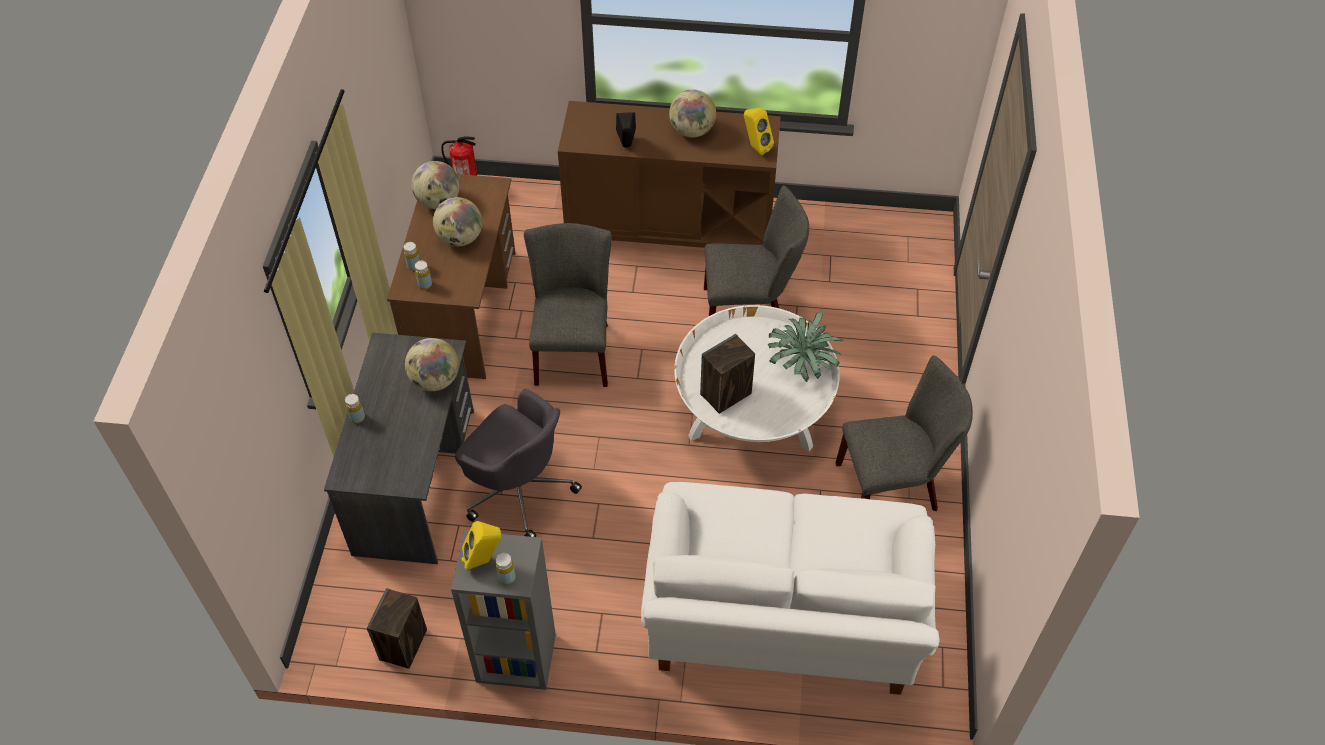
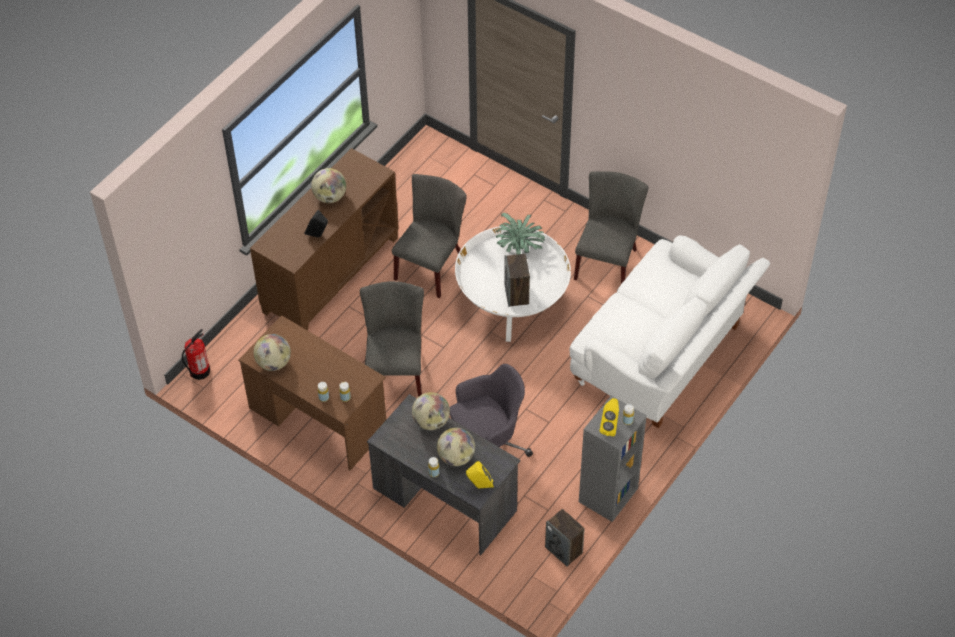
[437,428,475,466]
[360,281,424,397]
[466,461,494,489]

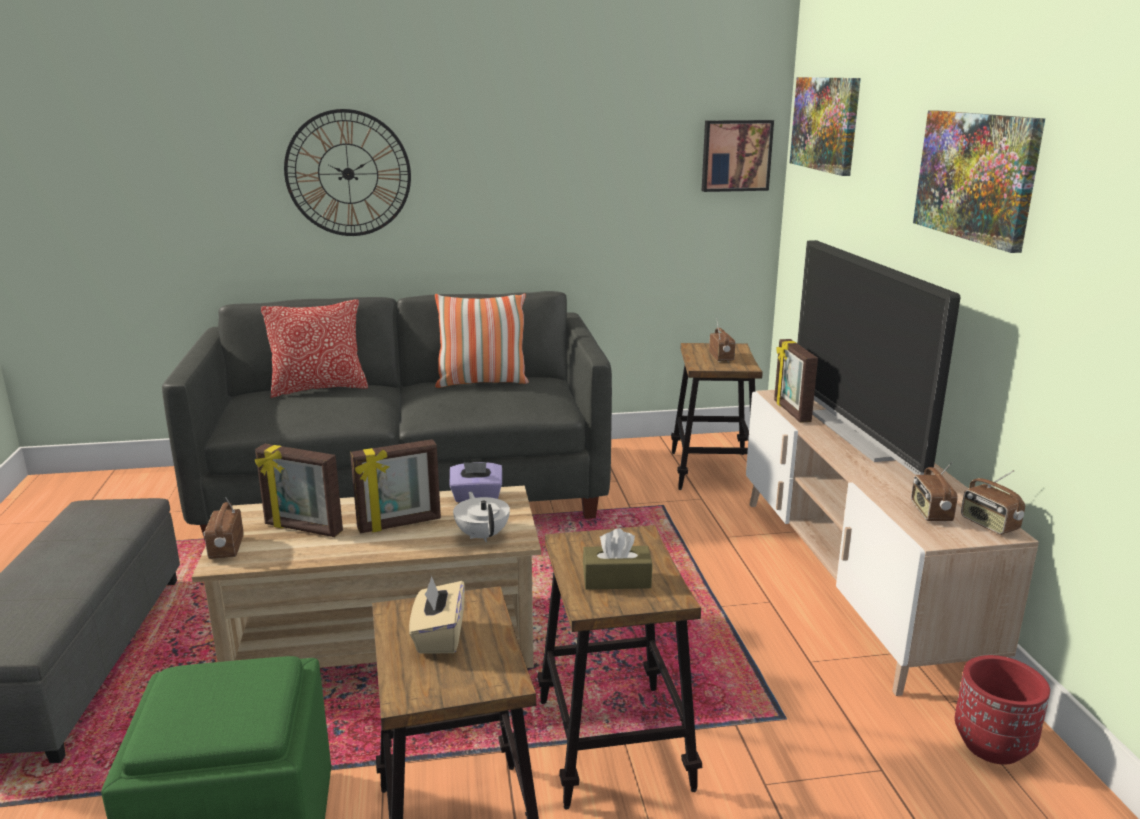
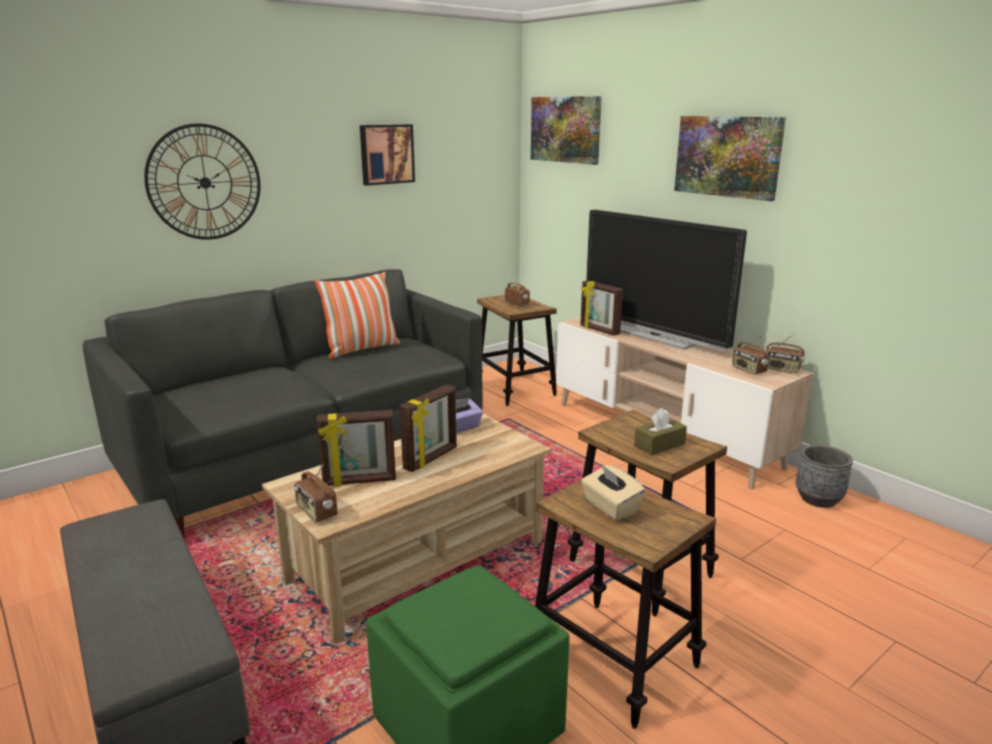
[261,299,368,398] (first image)
[453,492,510,542] (first image)
[360,124,415,186]
[796,445,853,508]

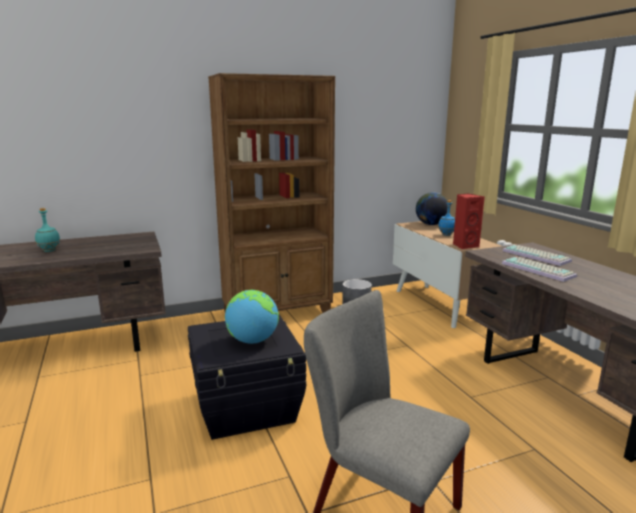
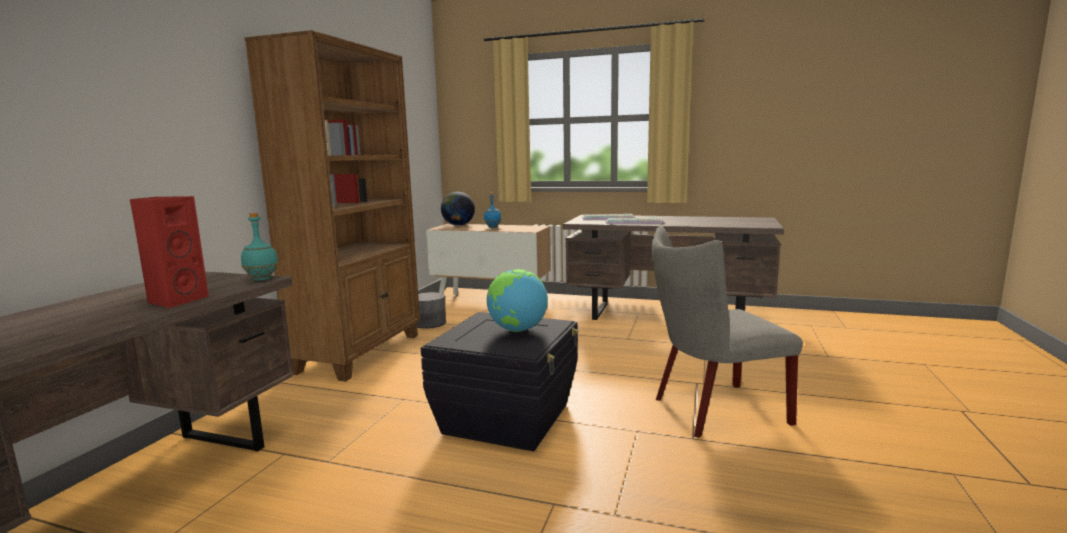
[241,213,279,281]
[130,196,209,308]

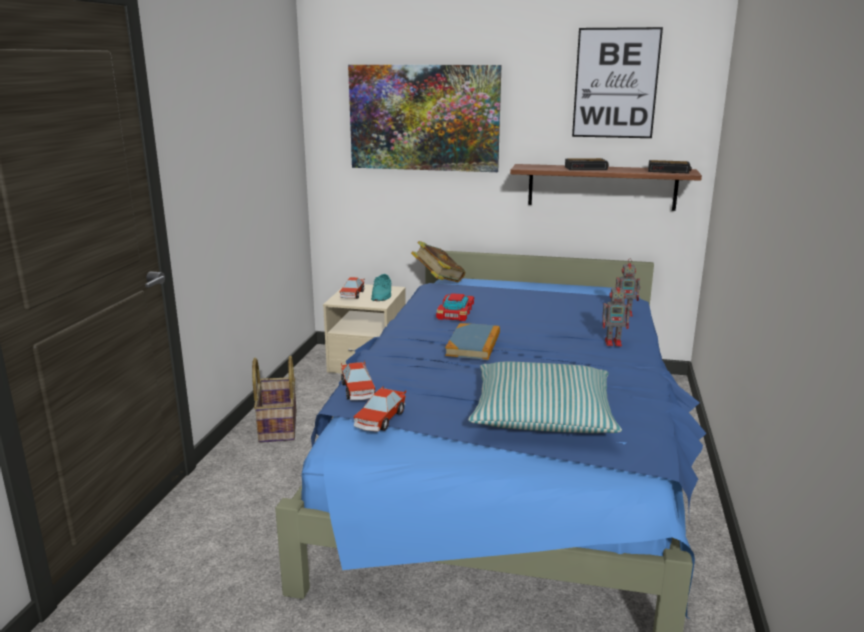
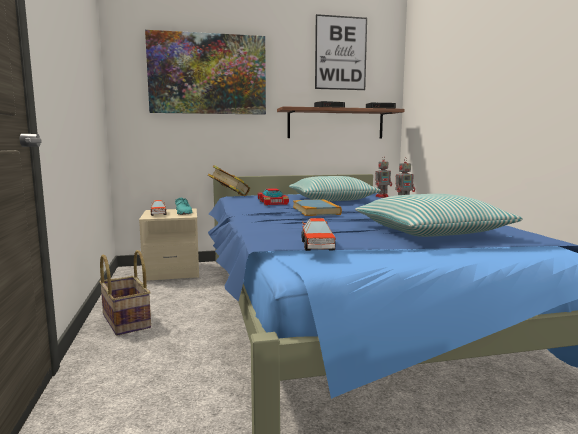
[341,360,375,400] (first image)
[289,176,381,201]

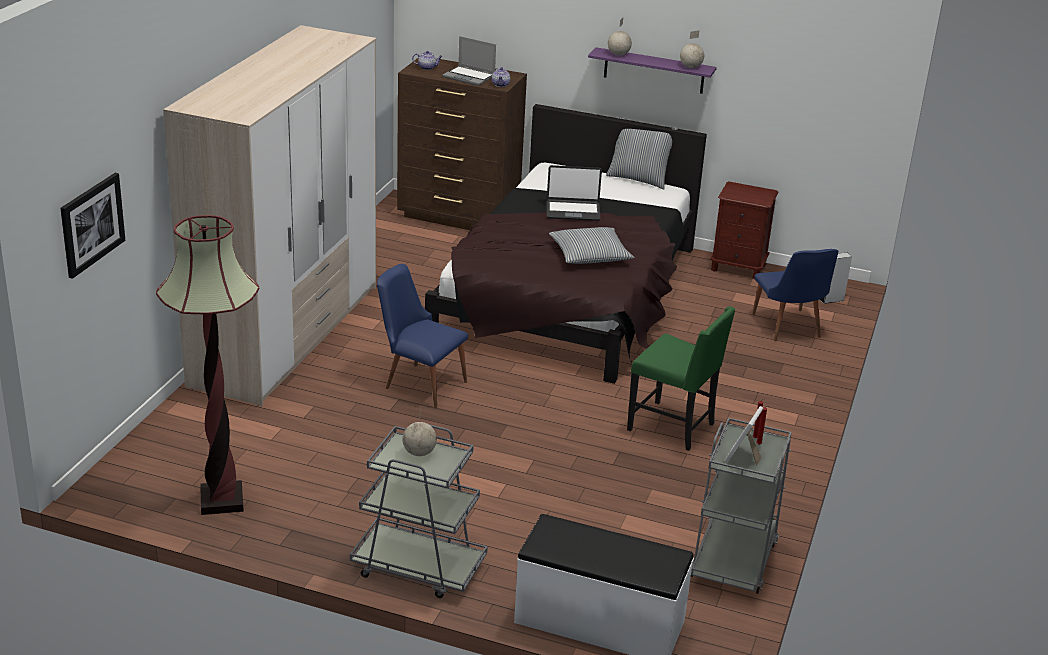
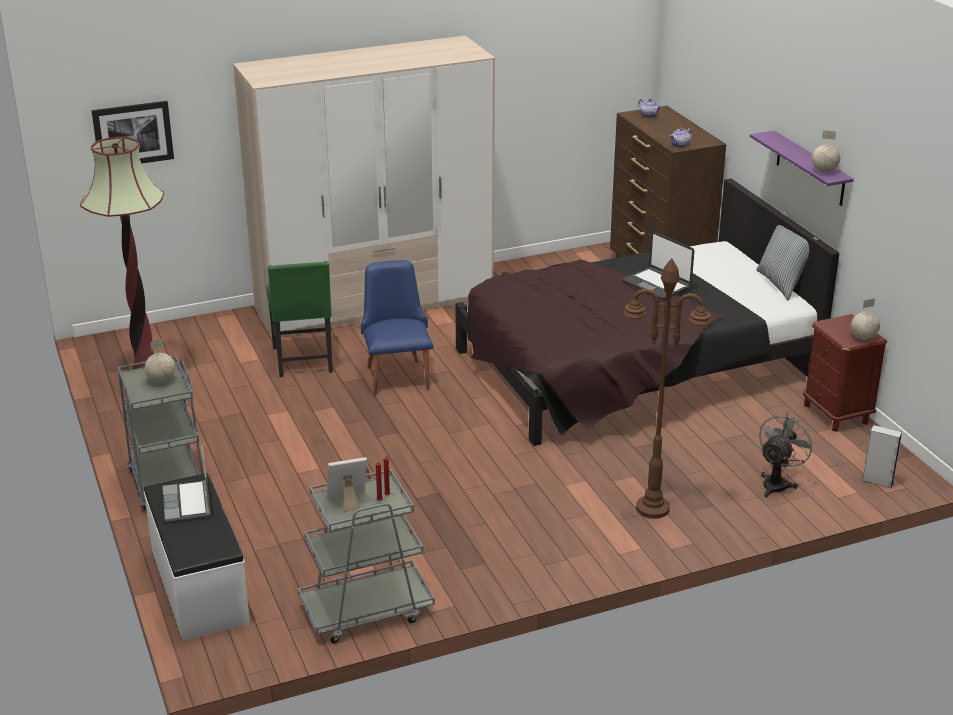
[163,445,211,522]
[549,227,634,264] (first image)
[851,298,880,340]
[266,261,333,377]
[759,411,816,498]
[623,258,711,519]

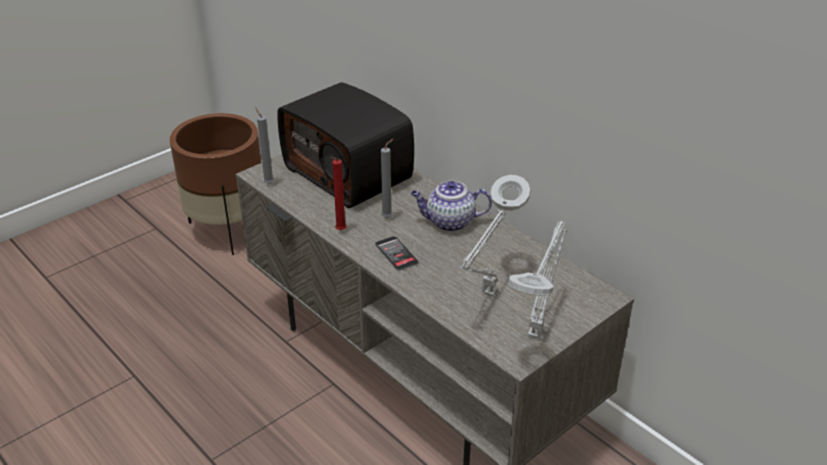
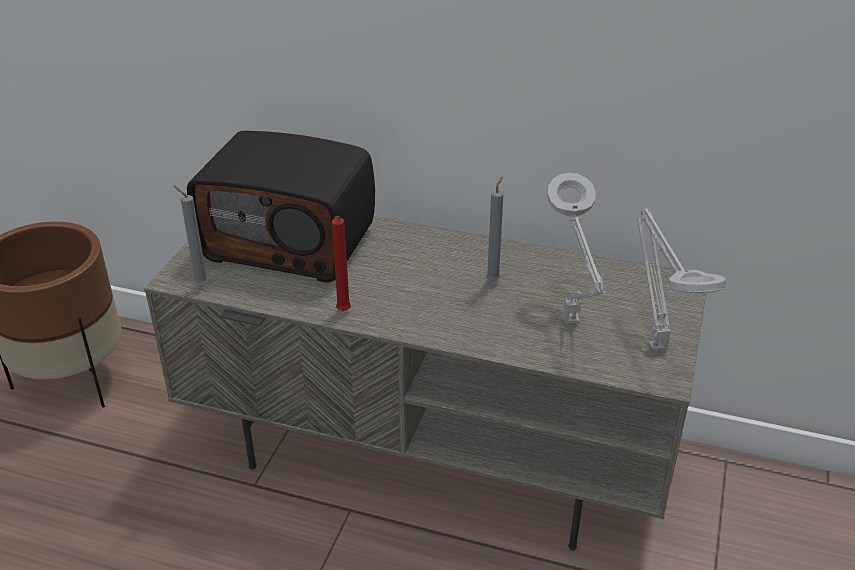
[375,236,419,271] (first image)
[486,177,504,282]
[411,181,492,232] (first image)

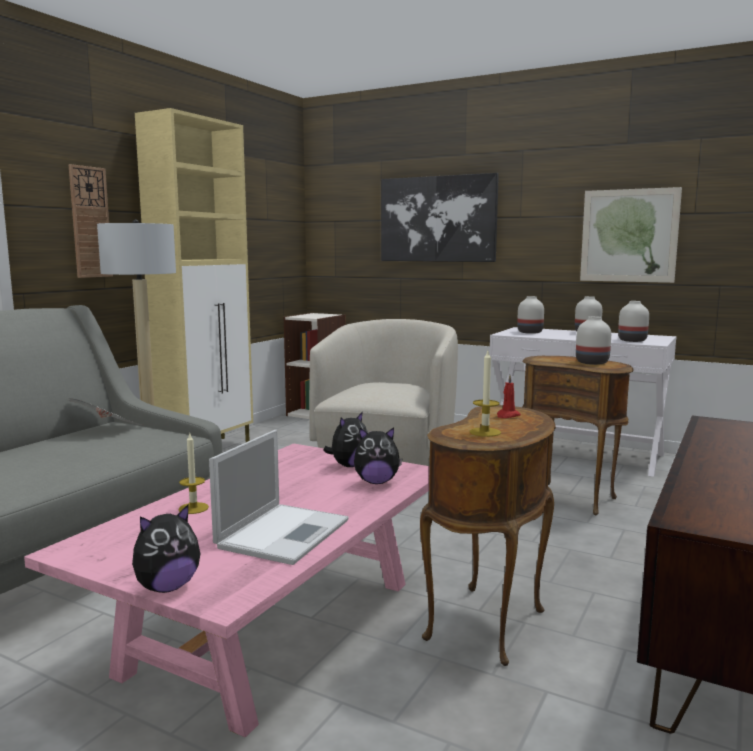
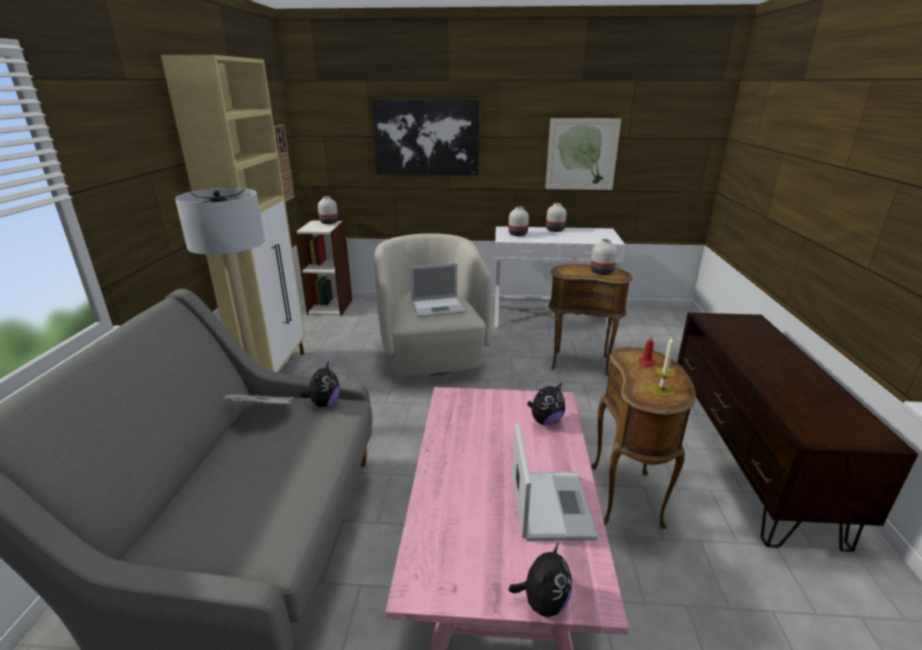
[274,124,294,202]
[178,434,209,514] (first image)
[300,362,340,407]
[318,196,338,224]
[410,263,466,318]

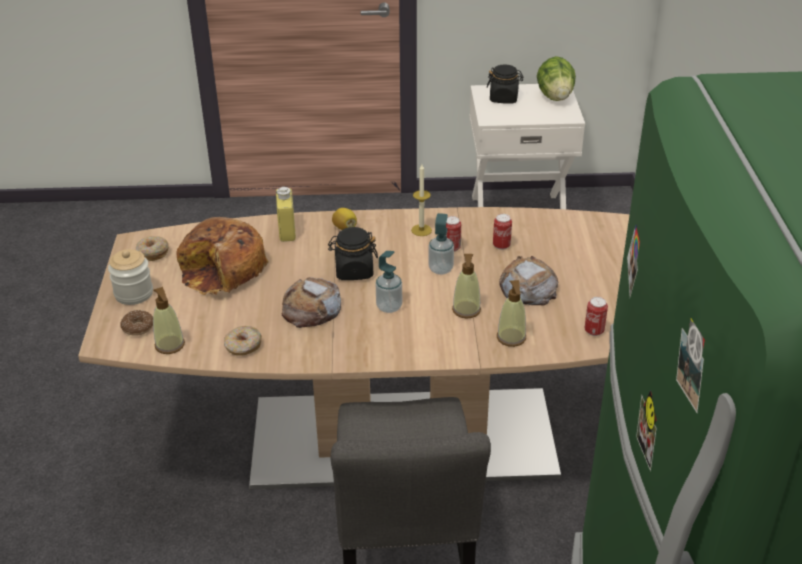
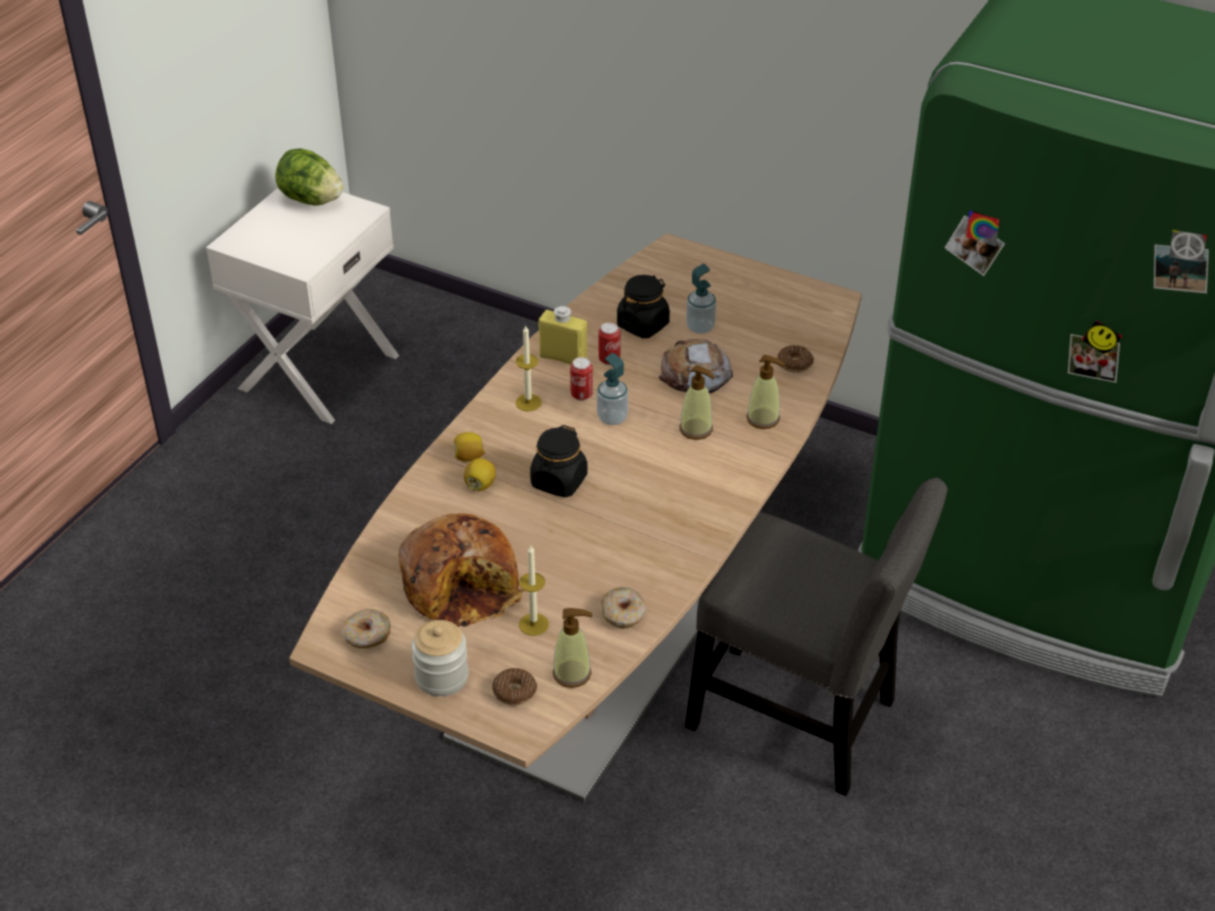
[538,306,587,365]
[282,277,341,328] (first image)
[686,264,716,334]
[617,275,670,338]
[777,345,814,373]
[464,458,496,491]
[519,545,549,636]

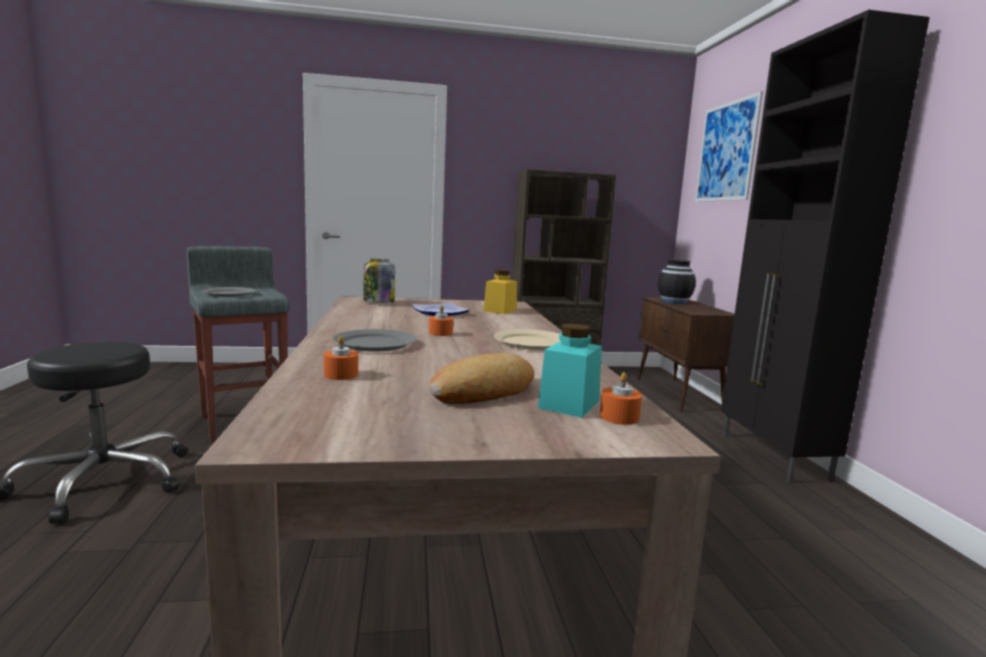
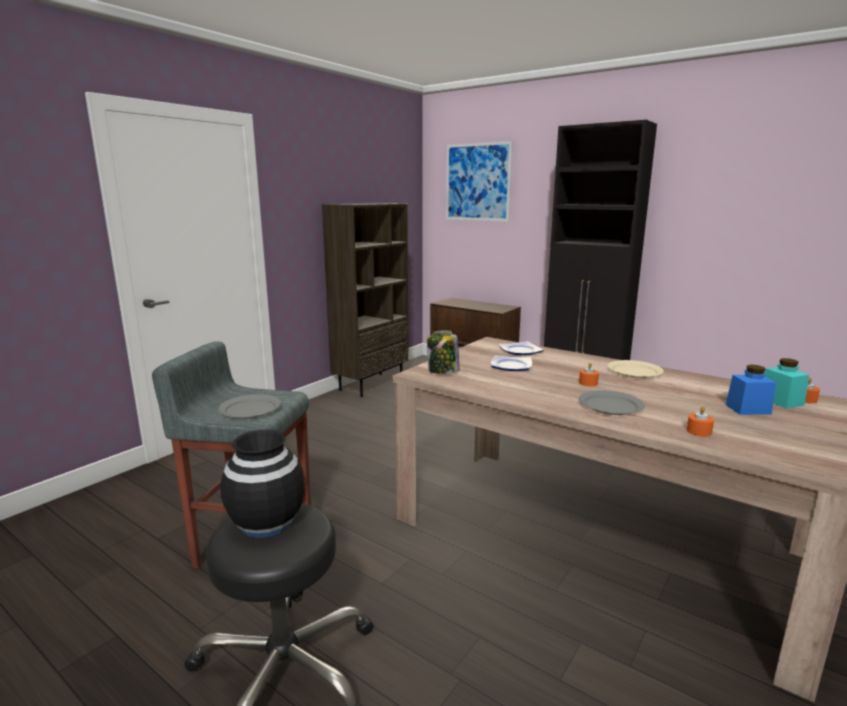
[726,365,776,415]
[498,341,544,355]
[220,429,304,538]

